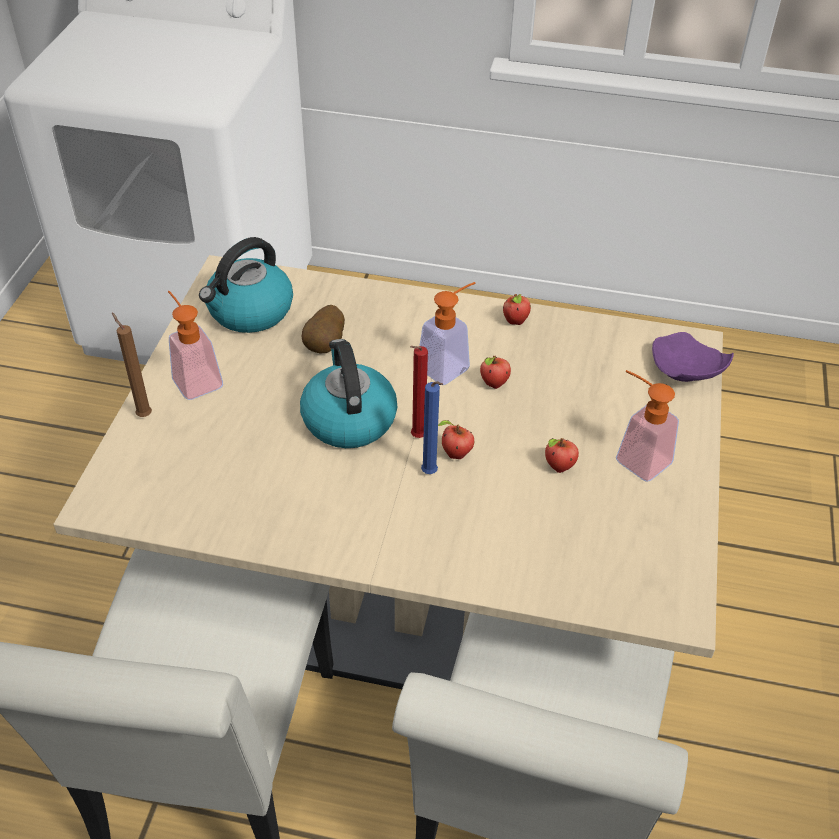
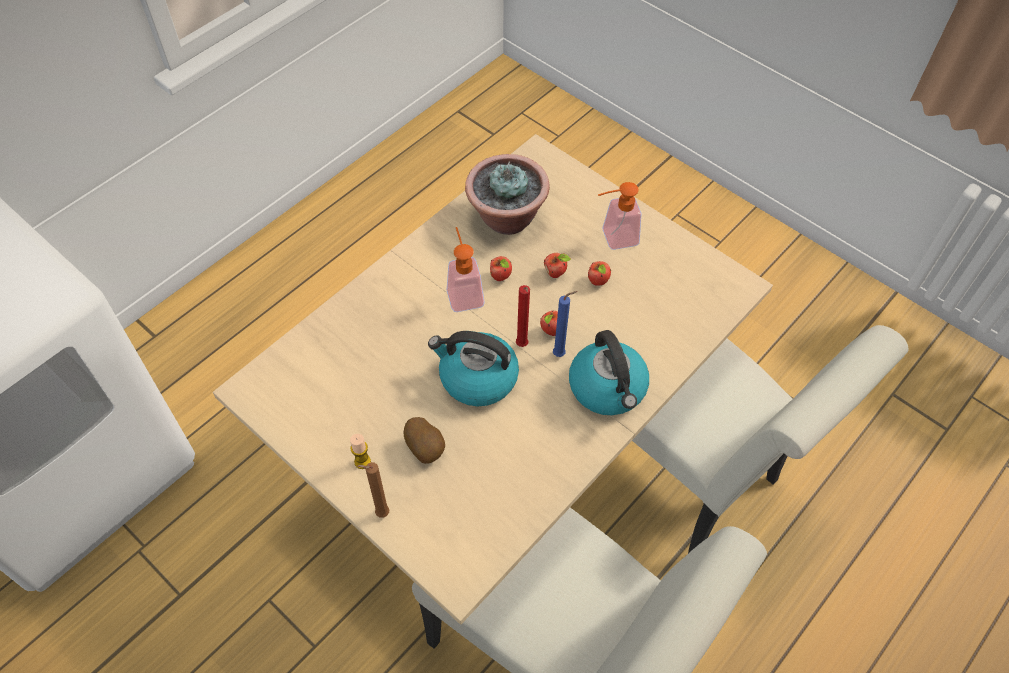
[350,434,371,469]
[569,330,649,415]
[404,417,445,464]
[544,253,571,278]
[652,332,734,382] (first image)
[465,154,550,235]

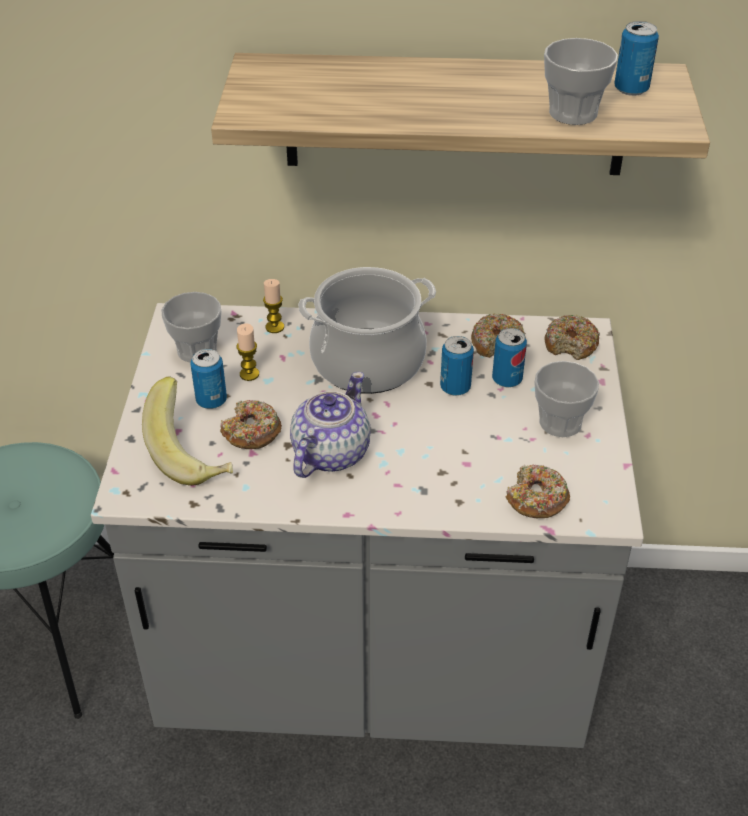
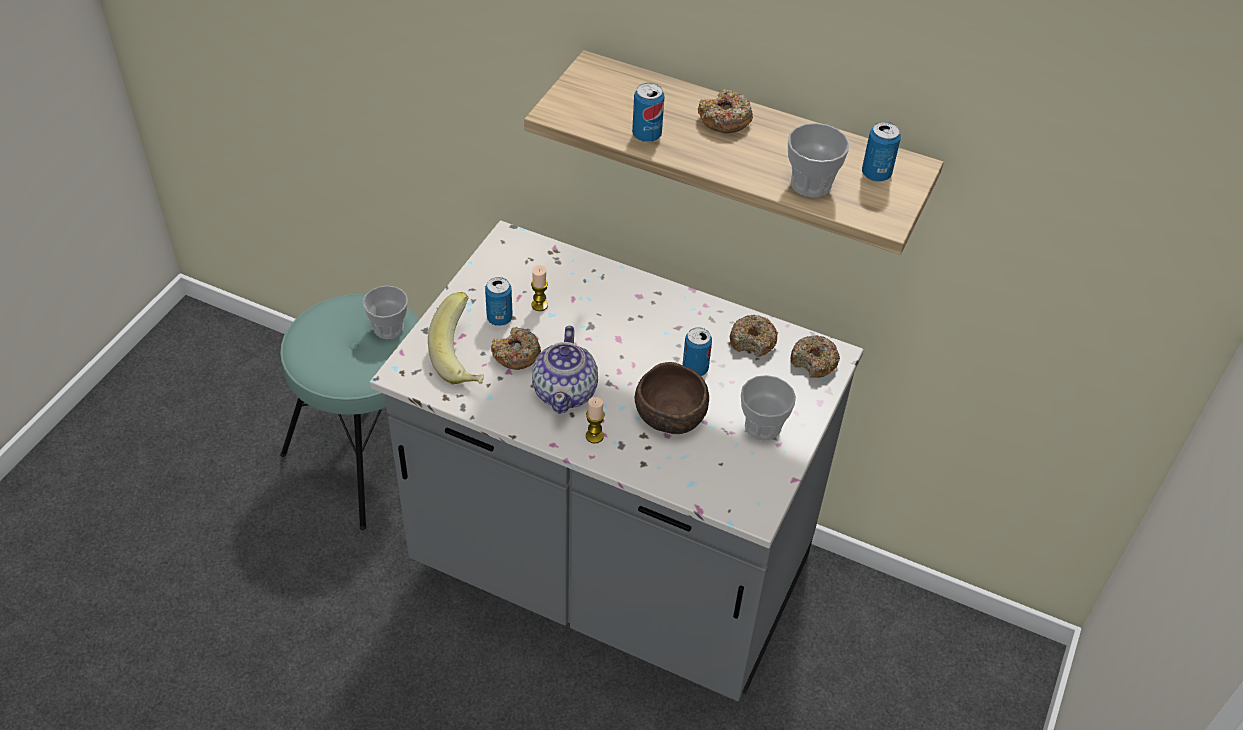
[363,286,408,339]
[586,397,605,443]
[532,326,598,414]
[298,267,436,394] (first image)
[632,83,665,142]
[698,89,753,133]
[635,362,709,434]

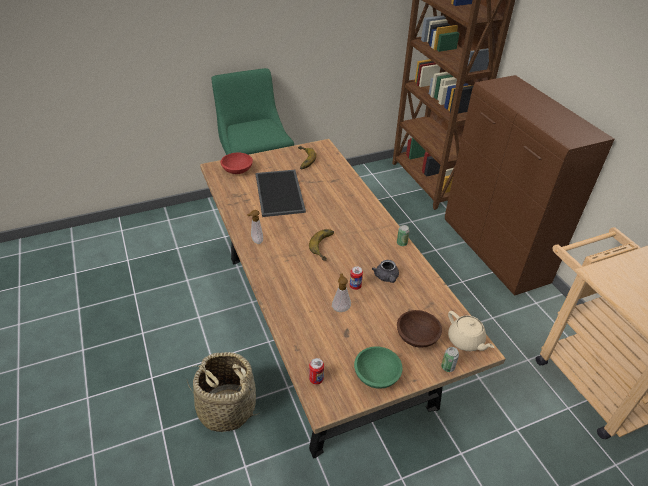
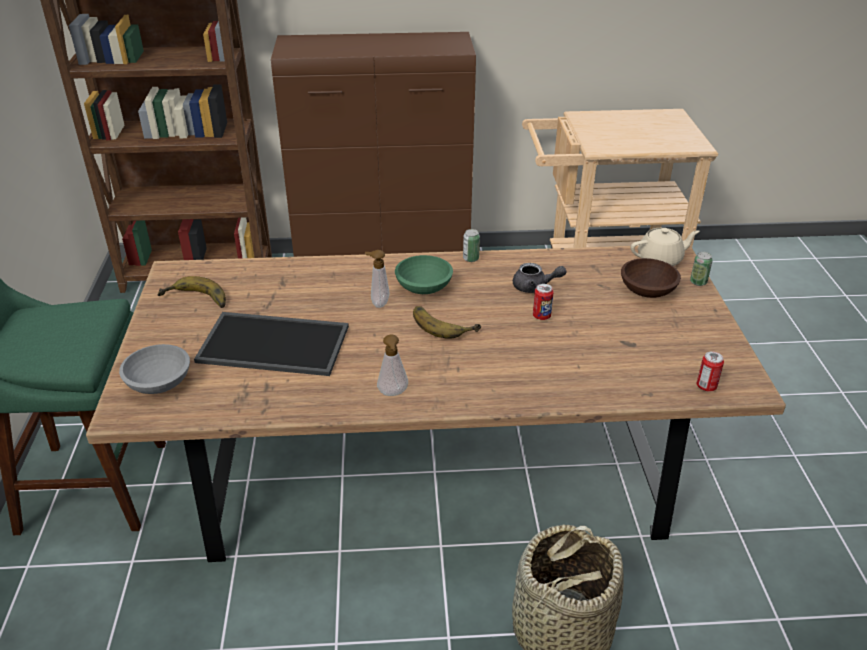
[119,344,190,394]
[365,250,389,308]
[395,255,453,294]

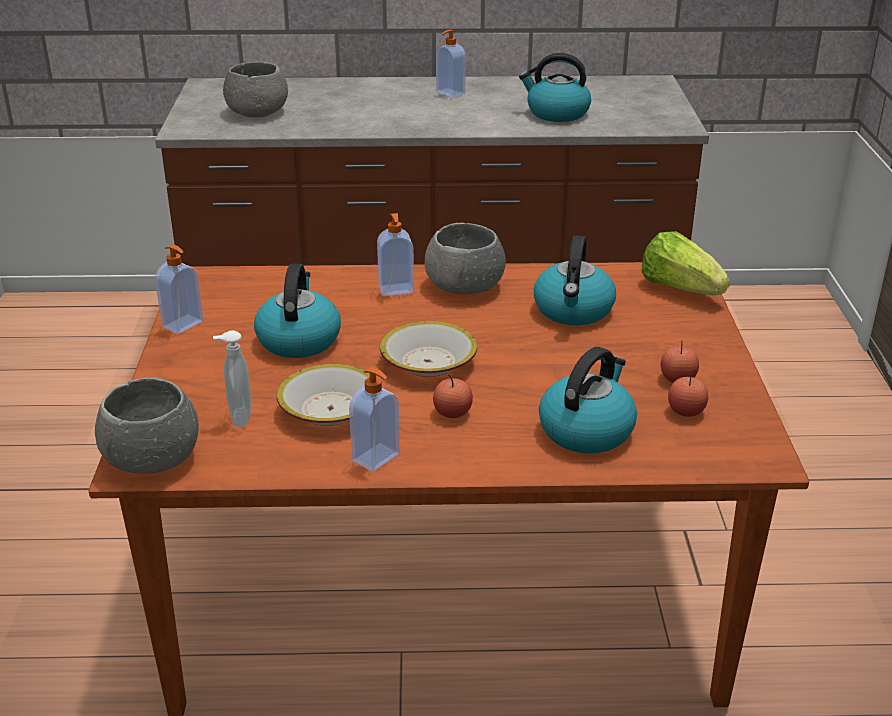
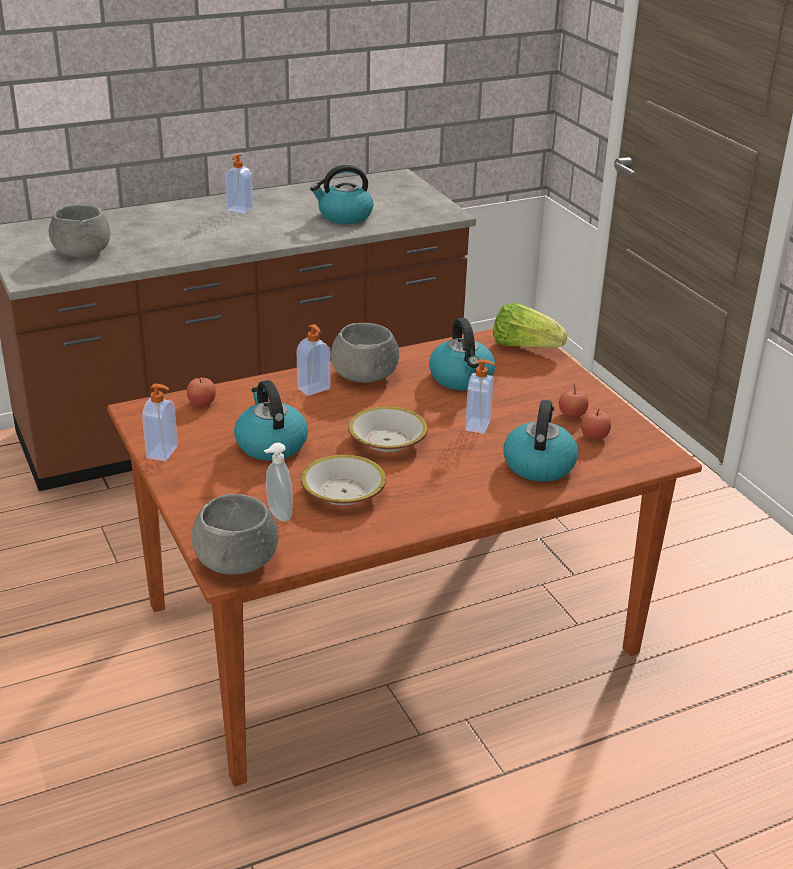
[465,359,495,434]
[187,375,216,407]

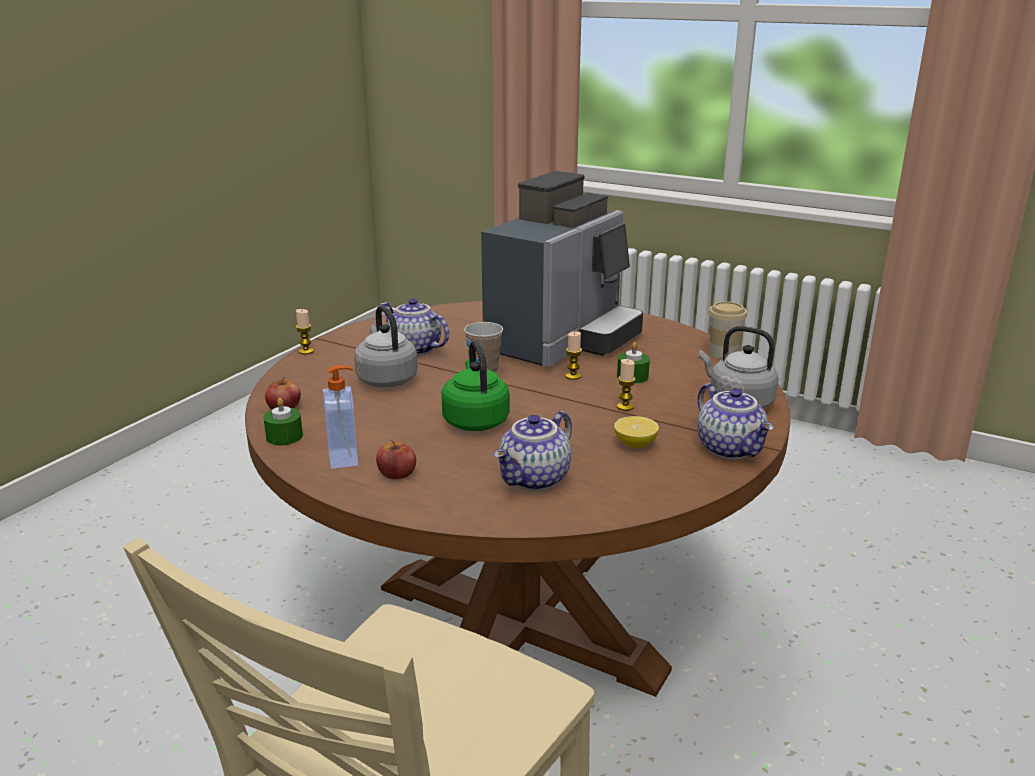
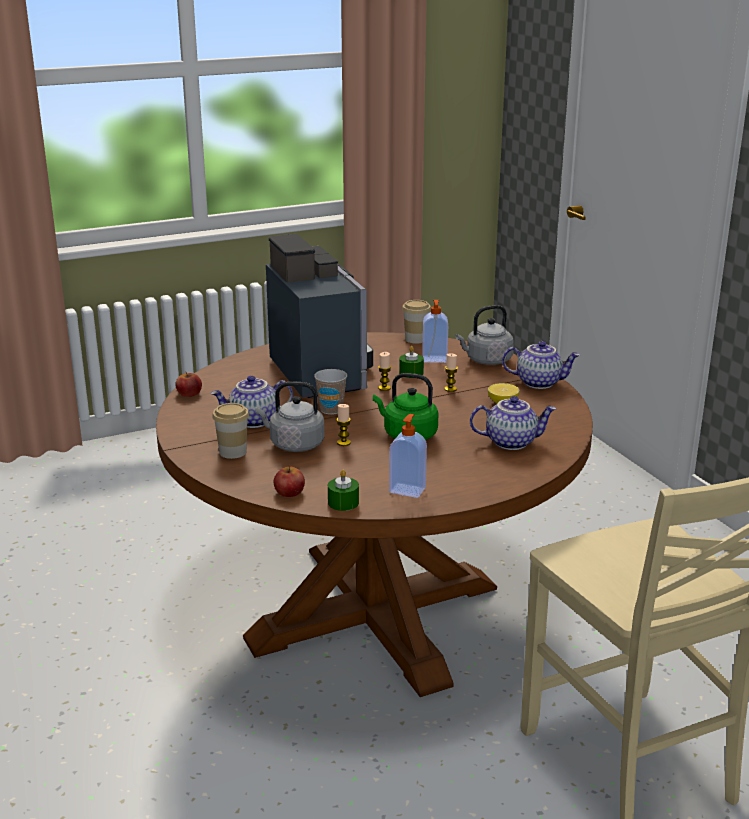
[336,404,351,446]
[175,372,202,397]
[470,396,556,450]
[212,403,249,459]
[422,300,448,363]

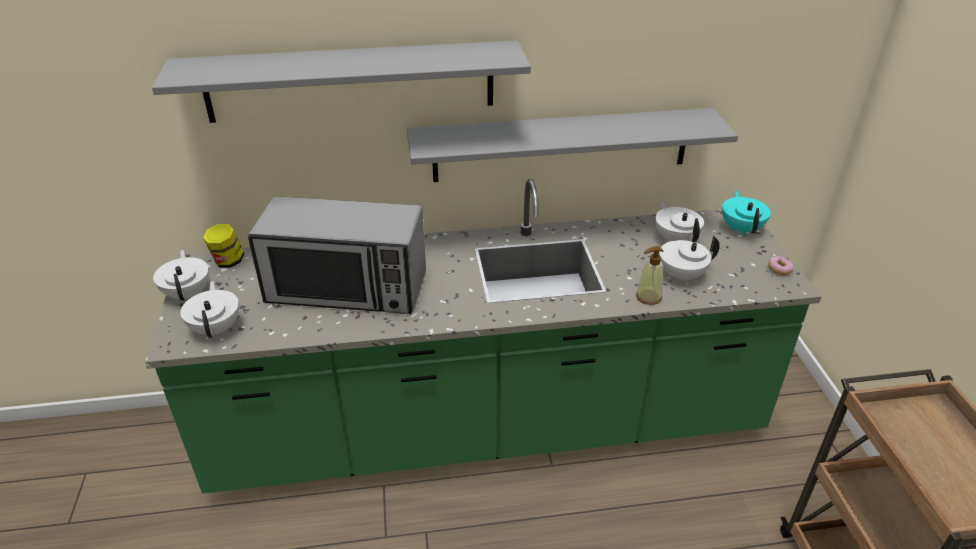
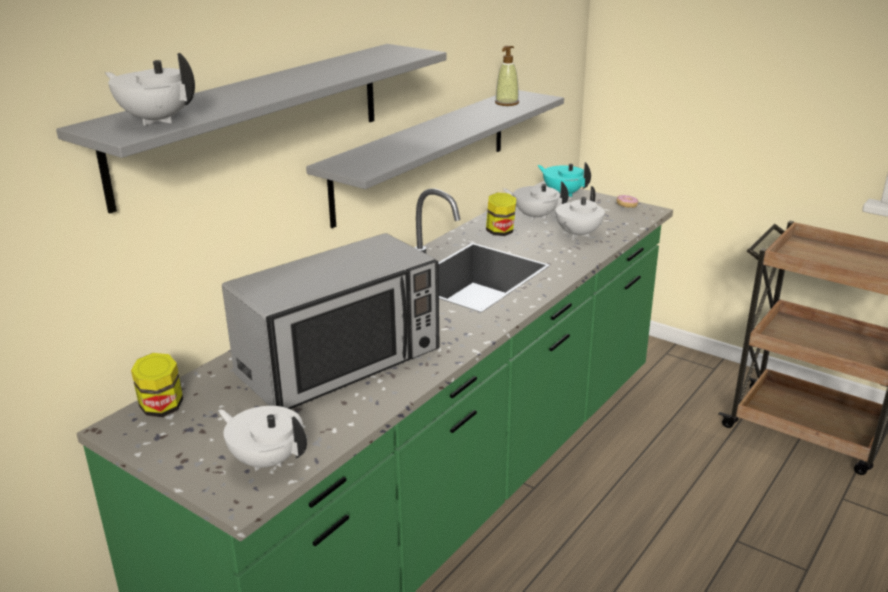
[105,53,195,126]
[495,46,519,106]
[486,193,516,236]

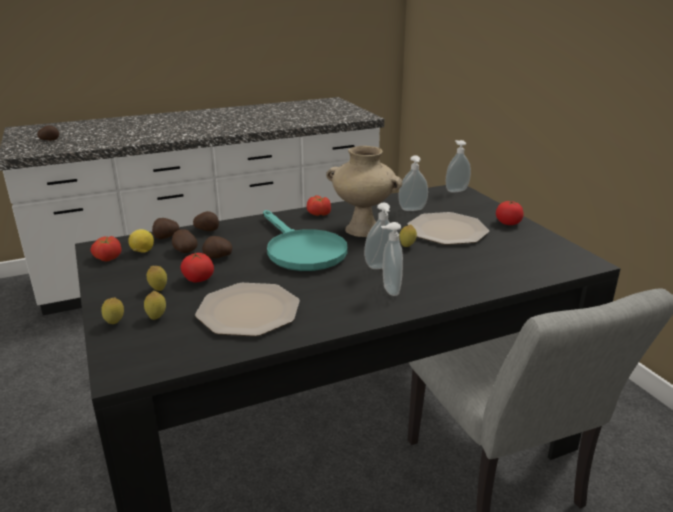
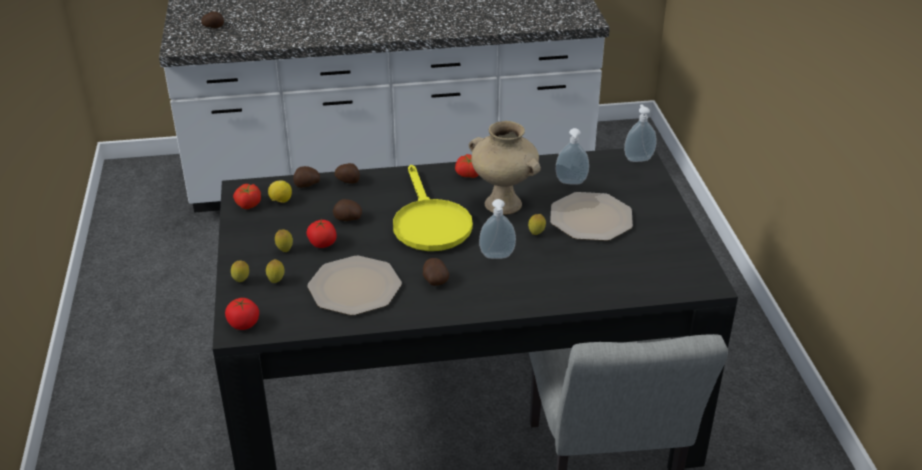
[423,258,449,286]
[393,165,473,251]
[381,222,403,296] (first image)
[225,298,259,330]

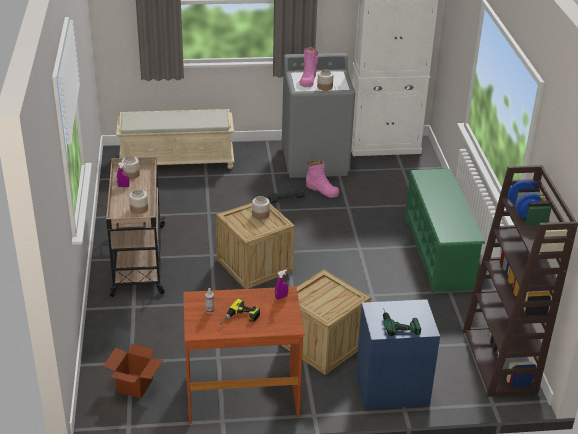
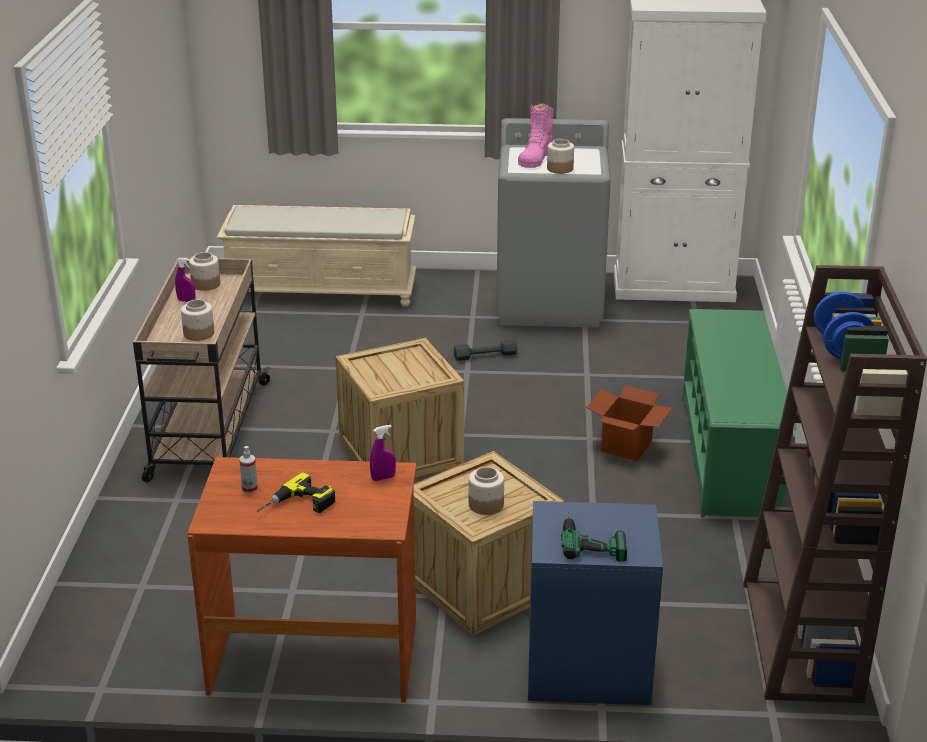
[586,385,672,461]
[469,467,504,515]
[306,161,339,198] (first image)

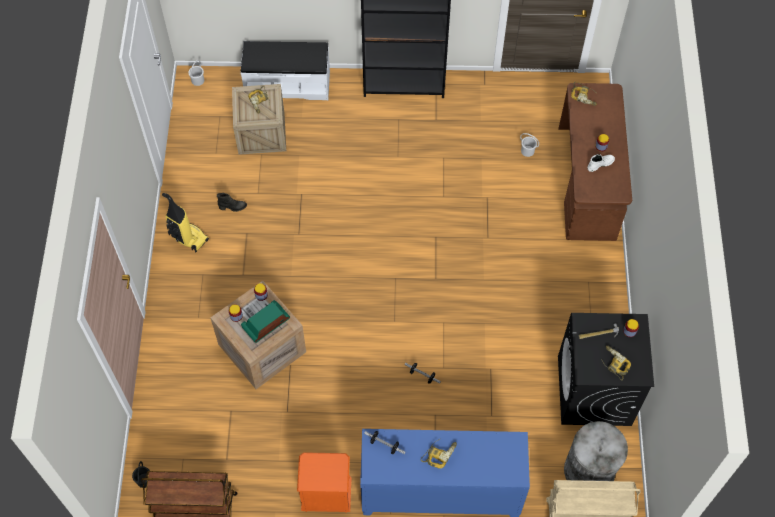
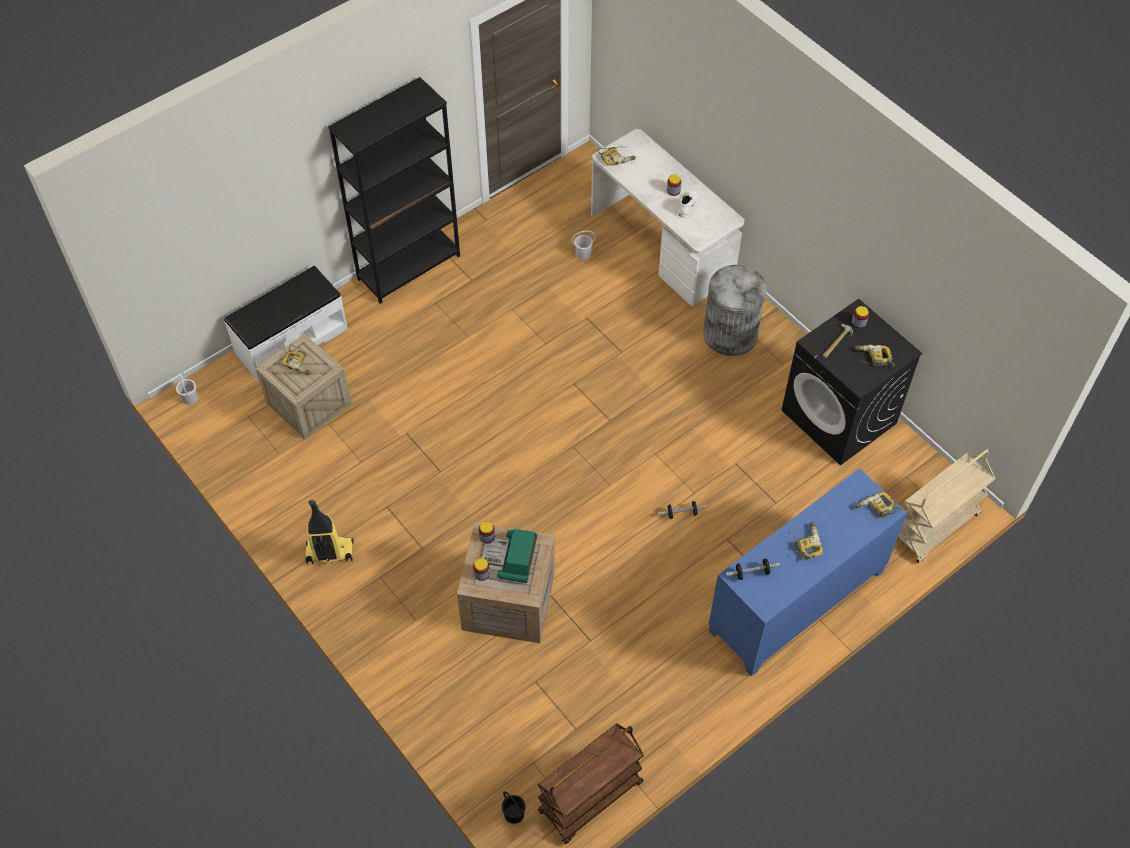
[217,193,247,212] (first image)
[297,452,351,513] (first image)
[591,129,744,306]
[703,265,767,356]
[854,492,902,519]

